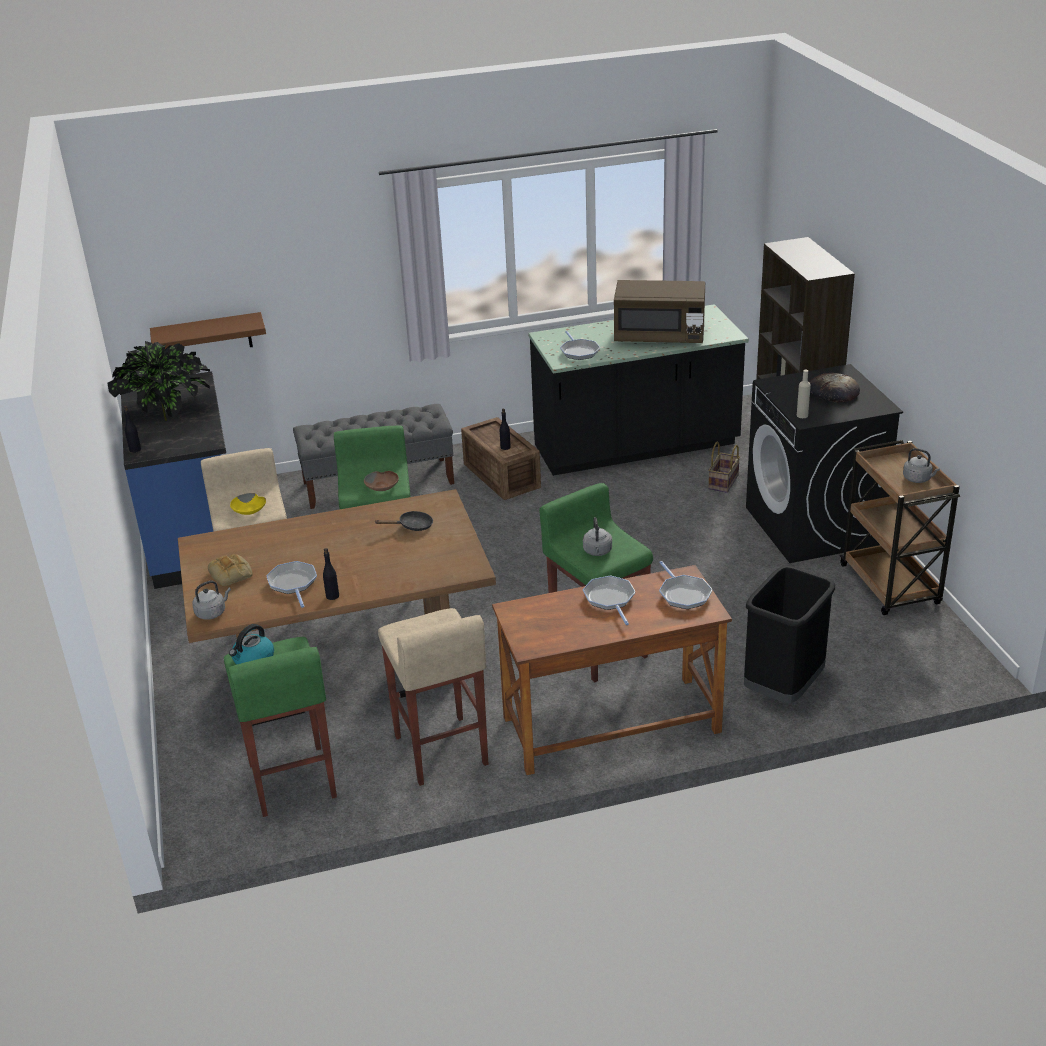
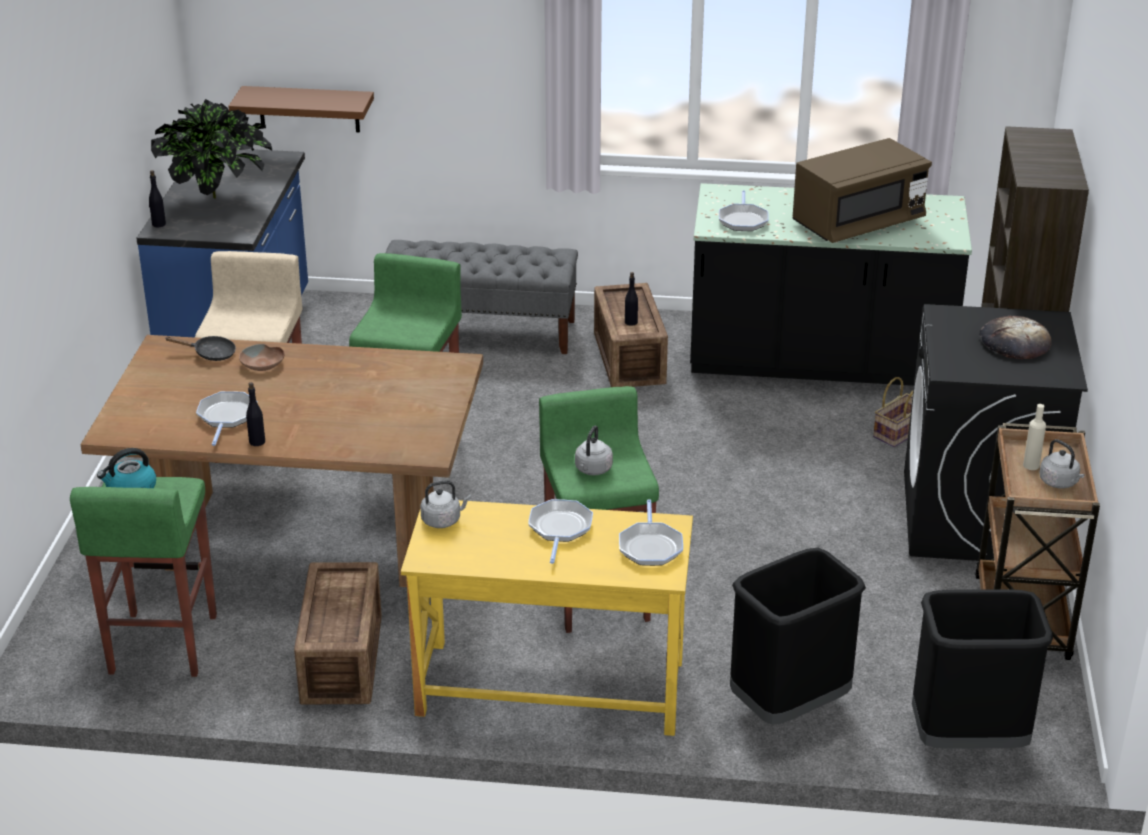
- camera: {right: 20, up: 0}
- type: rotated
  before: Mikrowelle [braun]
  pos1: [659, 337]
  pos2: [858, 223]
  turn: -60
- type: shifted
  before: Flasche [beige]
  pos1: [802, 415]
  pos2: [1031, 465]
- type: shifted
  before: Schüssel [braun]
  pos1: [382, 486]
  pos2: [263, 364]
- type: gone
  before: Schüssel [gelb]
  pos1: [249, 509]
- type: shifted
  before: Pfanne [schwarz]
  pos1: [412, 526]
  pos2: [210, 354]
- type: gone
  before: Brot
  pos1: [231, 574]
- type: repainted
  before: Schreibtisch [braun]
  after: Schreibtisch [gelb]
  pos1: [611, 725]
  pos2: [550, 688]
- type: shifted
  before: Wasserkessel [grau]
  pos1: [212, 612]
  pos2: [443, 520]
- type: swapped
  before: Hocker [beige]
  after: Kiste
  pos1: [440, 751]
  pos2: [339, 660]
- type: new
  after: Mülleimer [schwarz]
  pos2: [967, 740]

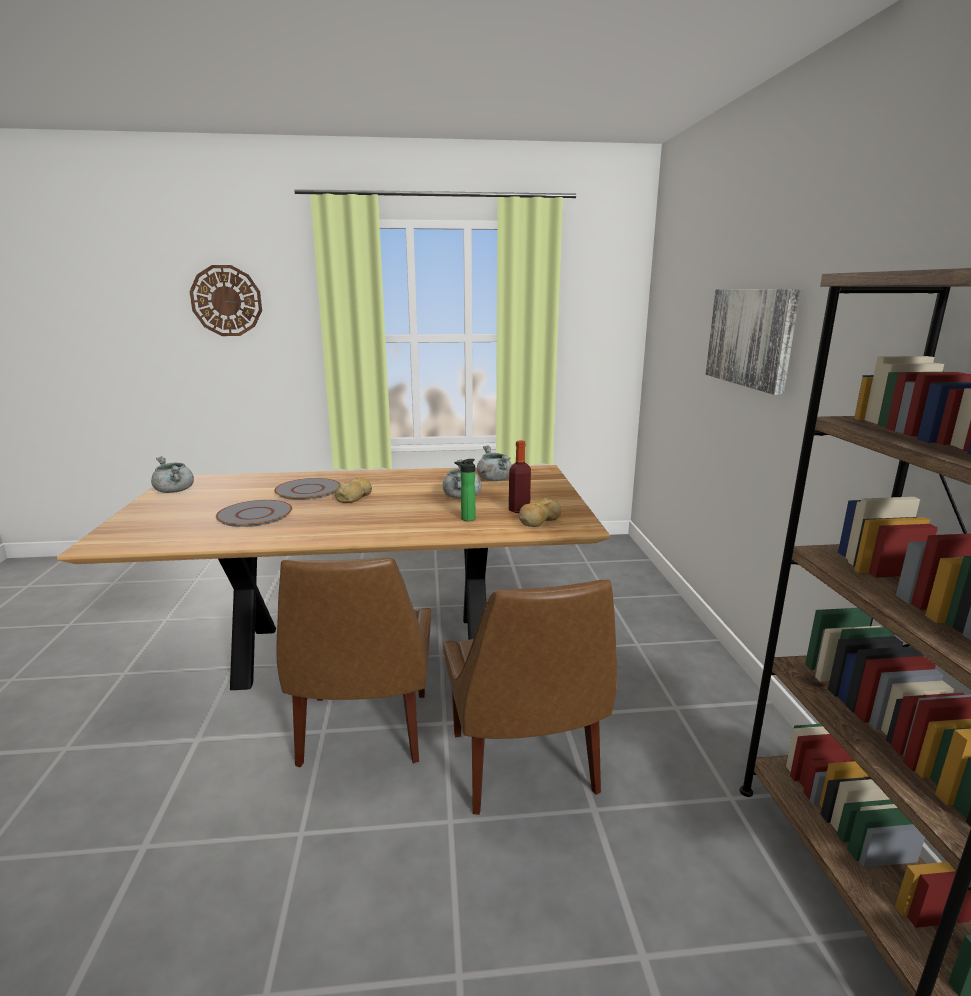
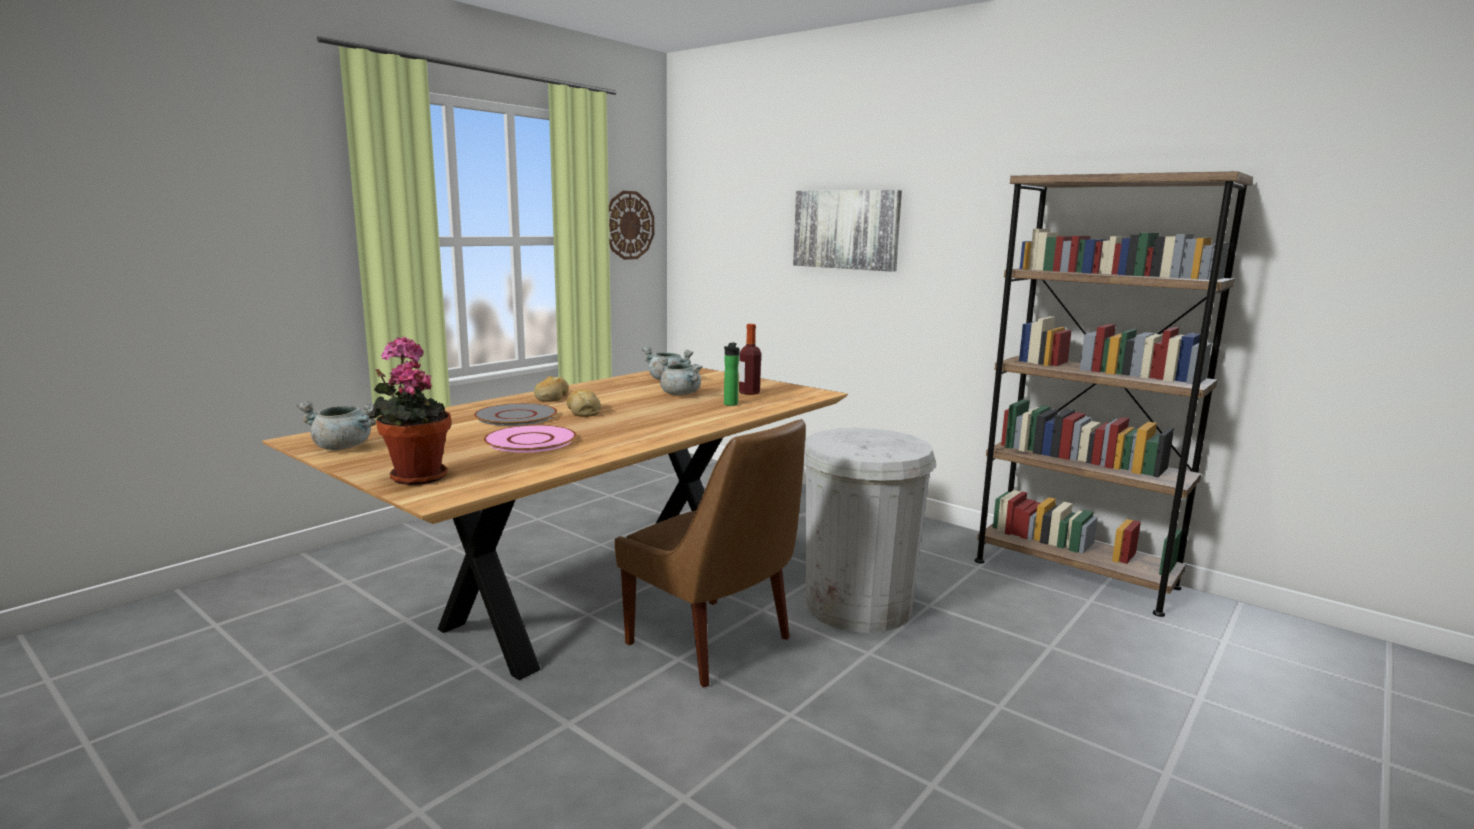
- camera: {right: -45, up: -5}
- type: shifted
  before: Wanduhr
  pos1: [226, 301]
  pos2: [629, 225]
- type: shifted
  before: Brot
  pos1: [538, 520]
  pos2: [551, 397]
- type: repainted
  before: Teller [grau]
  after: Teller [rosa]
  pos1: [254, 515]
  pos2: [530, 441]
- type: swapped
  before: Stuhl [braun]
  after: Mülleimer [weiß]
  pos1: [524, 767]
  pos2: [858, 606]
- type: new
  after: Topfpflanze
  pos2: [415, 476]

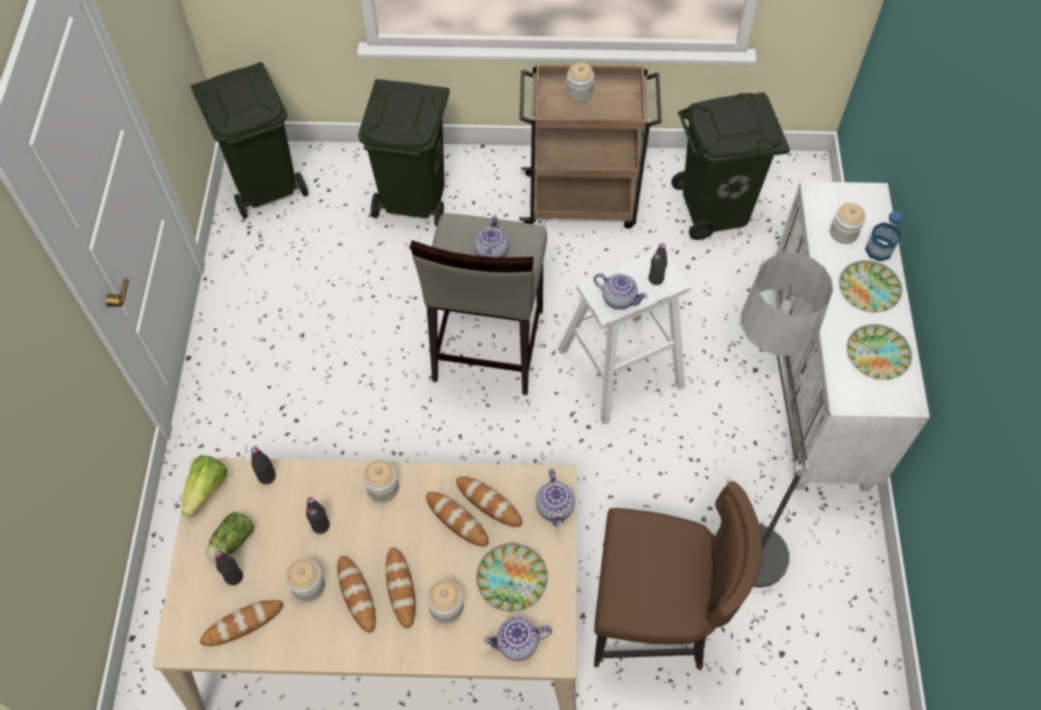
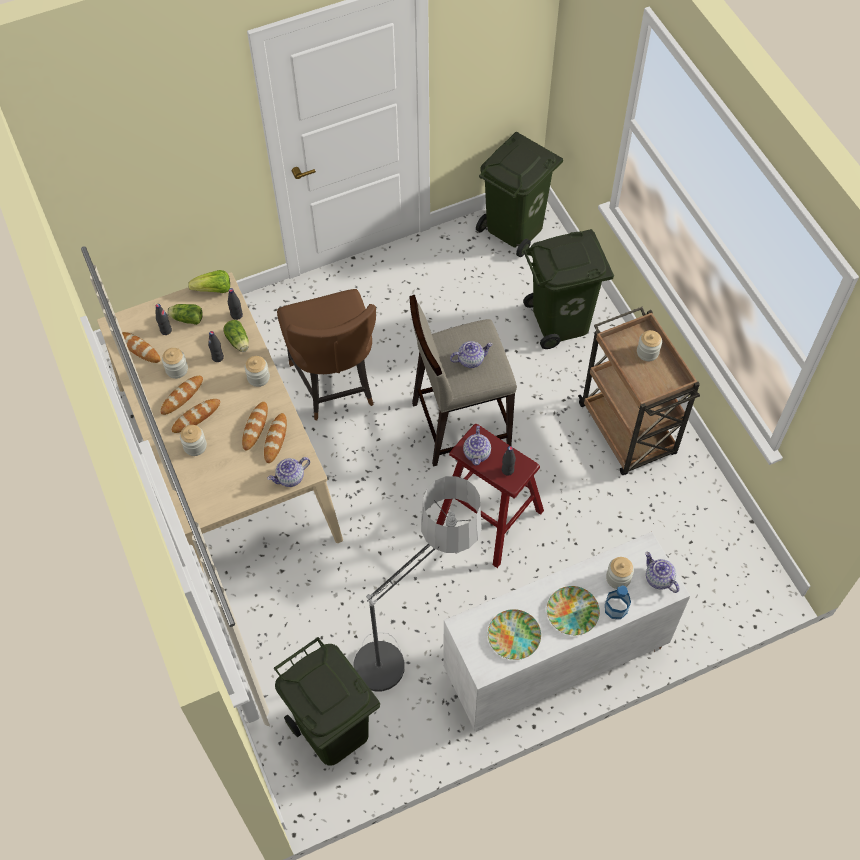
- camera: {right: 65, up: 0}
- type: shifted
  before: Mülleimer [grün]
  pos1: [715, 209]
  pos2: [332, 731]
- type: repainted
  before: Hocker [weiß]
  after: Hocker [rot]
  pos1: [621, 368]
  pos2: [490, 518]
- type: shifted
  before: Stuhl [braun]
  pos1: [654, 620]
  pos2: [334, 384]
- type: gone
  before: Teller
  pos1: [511, 580]
- type: shifted
  before: Teekanne
  pos1: [517, 644]
  pos2: [658, 578]
- type: new
  after: Salatkopf
  pos2: [238, 342]

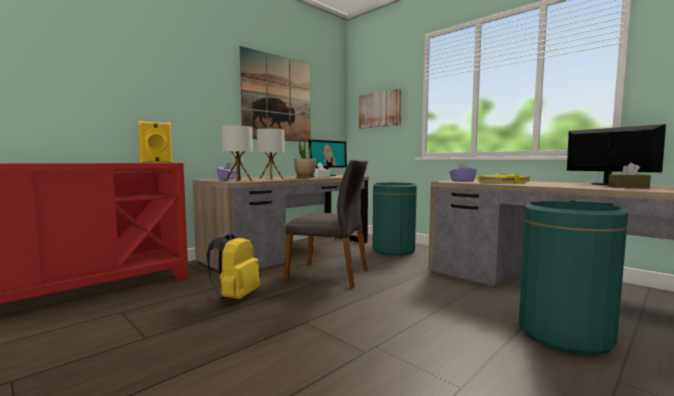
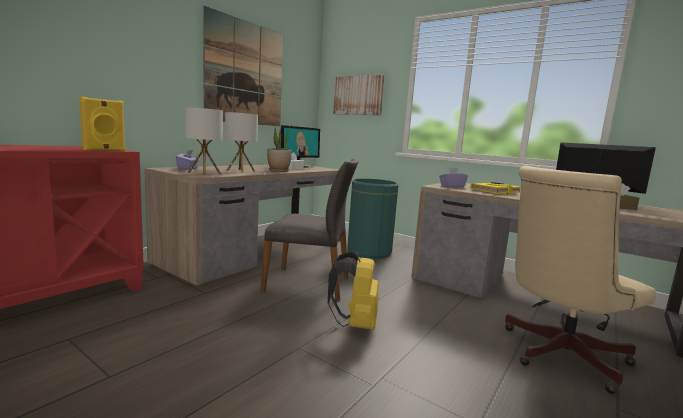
- camera: {right: -10, up: 5}
- type: swapped
  before: Mülleimer [grün]
  after: Bürostuhl [beige]
  pos1: [563, 334]
  pos2: [557, 355]
- type: shifted
  before: Rucksack [gelb]
  pos1: [236, 297]
  pos2: [355, 324]

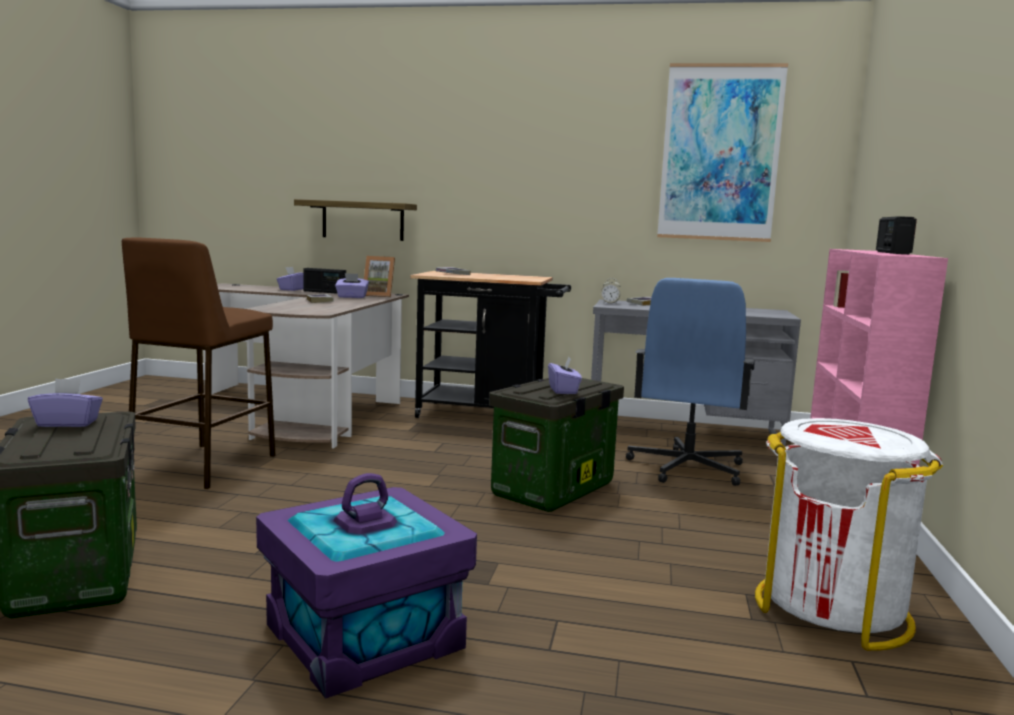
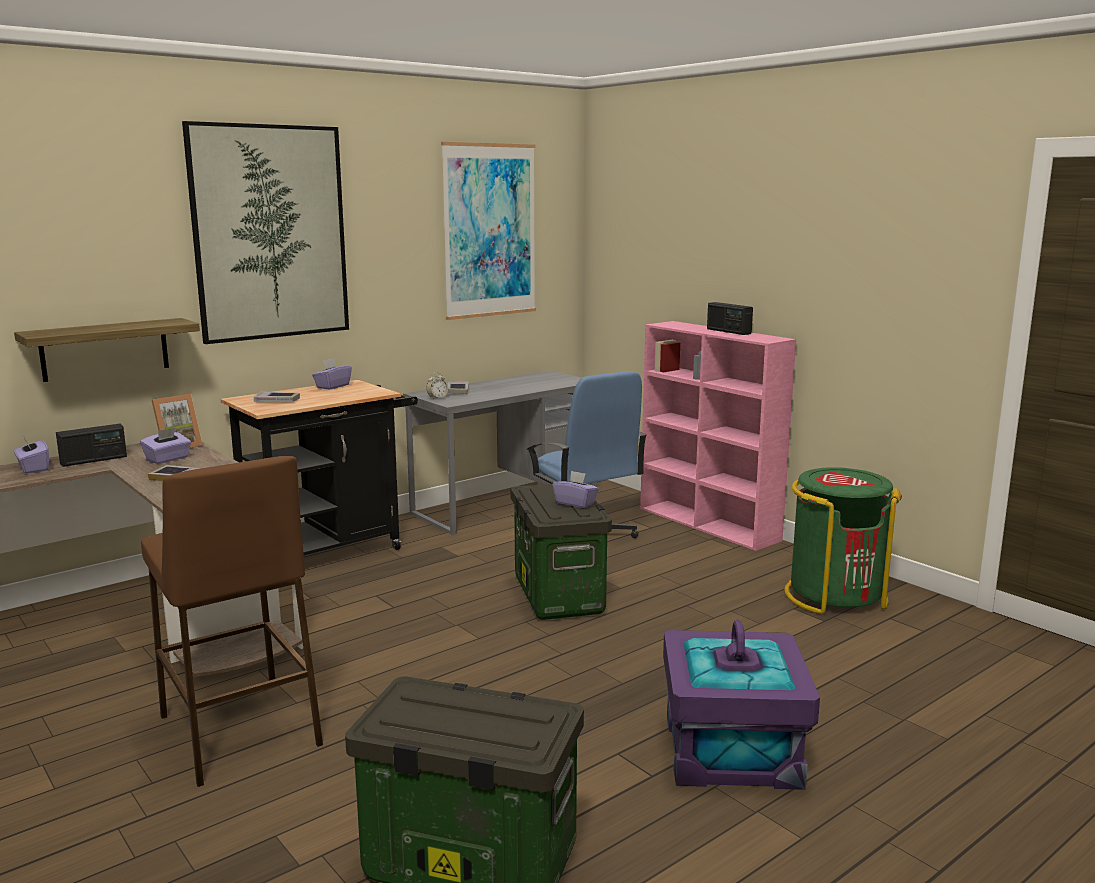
- camera: {right: -50, up: 5}
- type: shifted
  before: Taschentuchbox [lila]
  pos1: [68, 423]
  pos2: [332, 386]
- type: repainted
  before: Mülleimer [weiß]
  after: Mülleimer [grün]
  pos1: [832, 610]
  pos2: [834, 596]
- type: new
  after: Bild
  pos2: [270, 233]

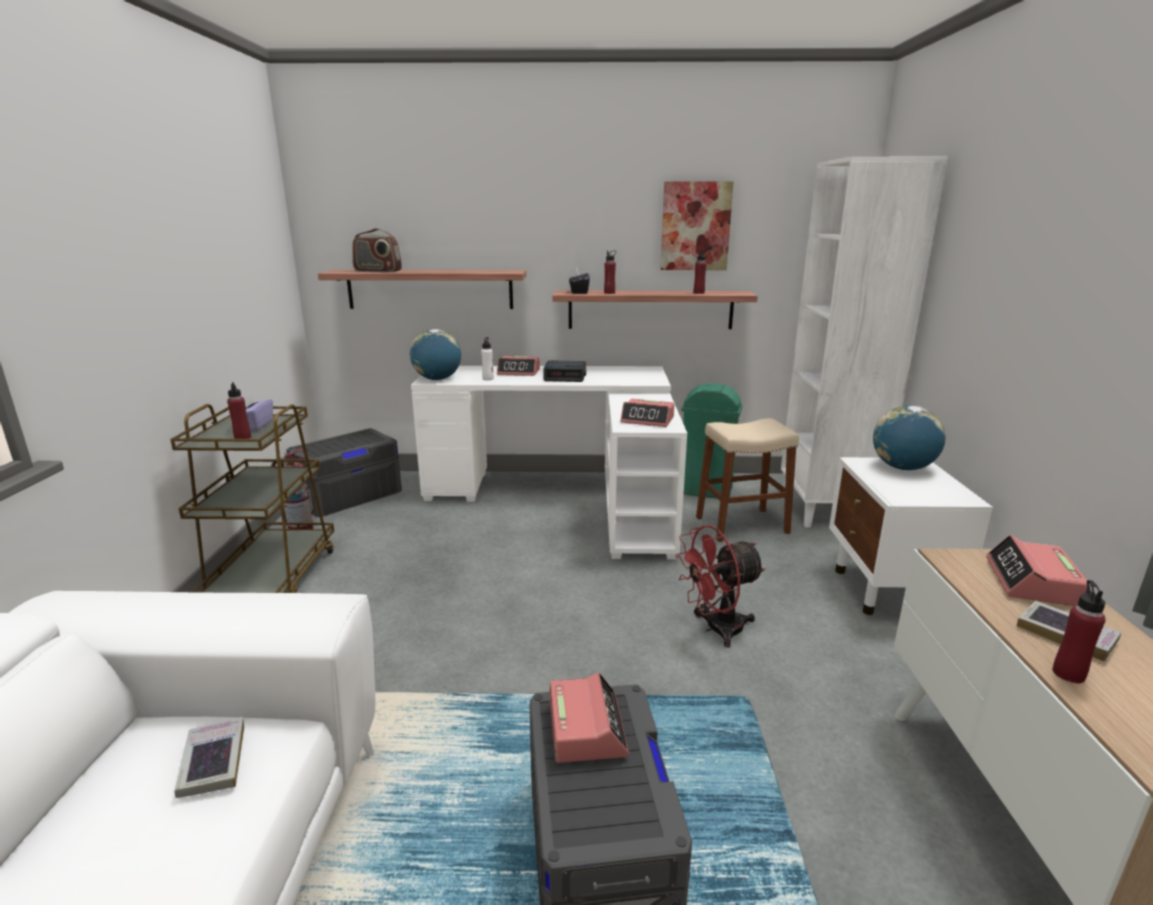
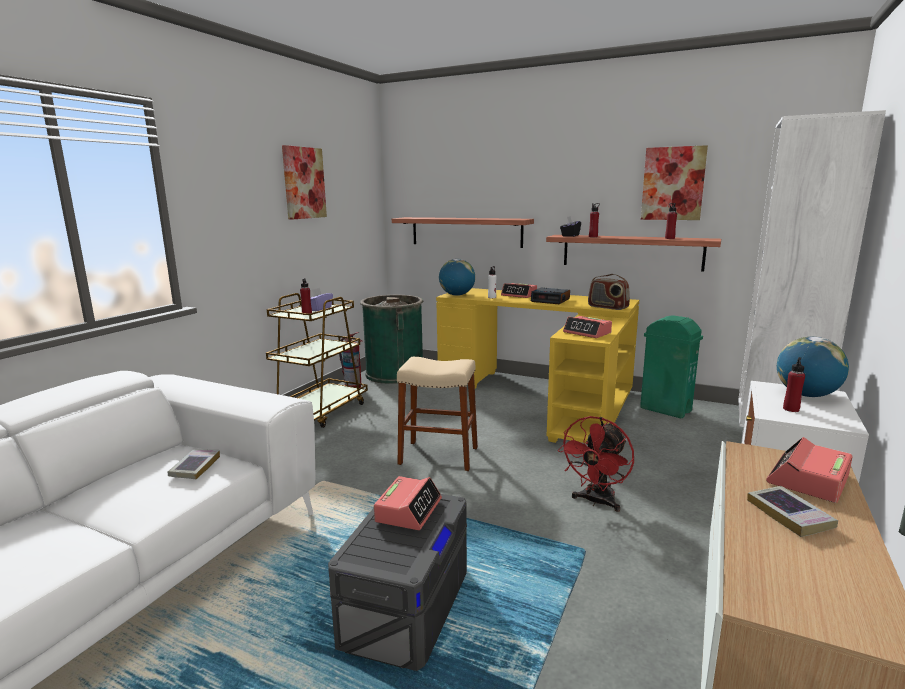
- camera: {right: 25, up: -5}
- type: shifted
  before: Radio
  pos1: [377, 271]
  pos2: [607, 307]
- type: repainted
  before: Schreibtisch [weiß]
  after: Schreibtisch [gelb]
  pos1: [568, 497]
  pos2: [545, 397]
- type: shifted
  before: Hocker [beige]
  pos1: [741, 525]
  pos2: [438, 455]
- type: swapped
  before: Aufbewahrungsbox [grau]
  after: Mülleimer [grün]
  pos1: [349, 495]
  pos2: [394, 373]
- type: rotated
  before: Ventilator [rot]
  pos1: [715, 629]
  pos2: [596, 502]
  turn: -60
- type: shifted
  before: Flasche [rot]
  pos1: [1068, 674]
  pos2: [791, 409]
- type: new
  after: Bild
  pos2: [304, 183]

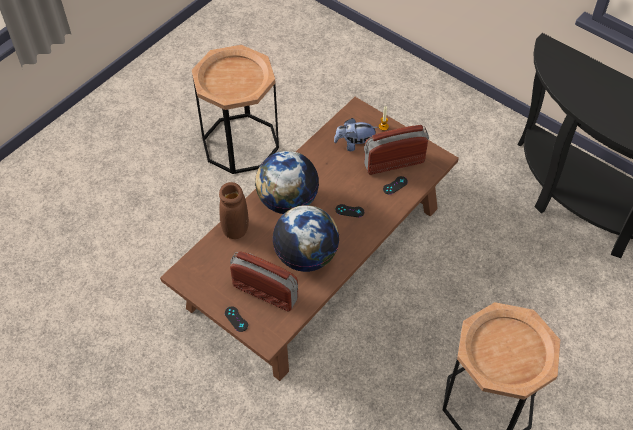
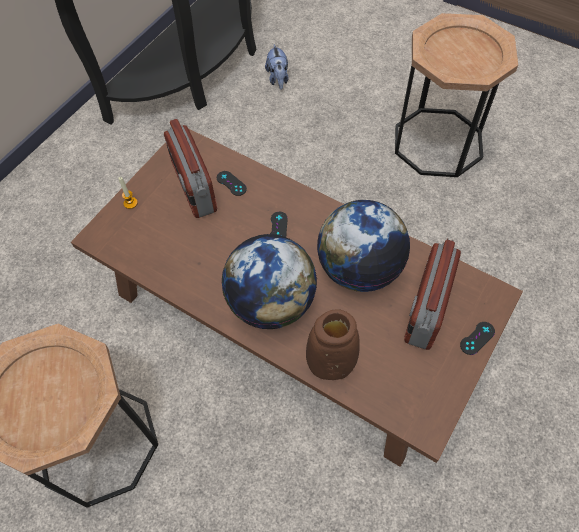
- camera: {right: -95, up: 5}
- type: shifted
  before: Plüschtier
  pos1: [355, 145]
  pos2: [278, 79]

